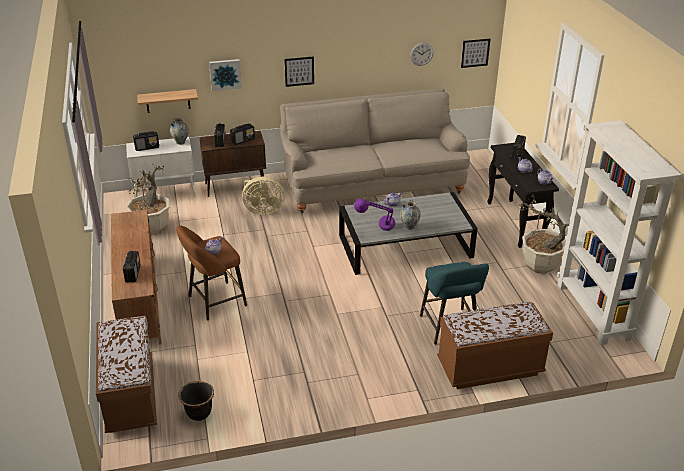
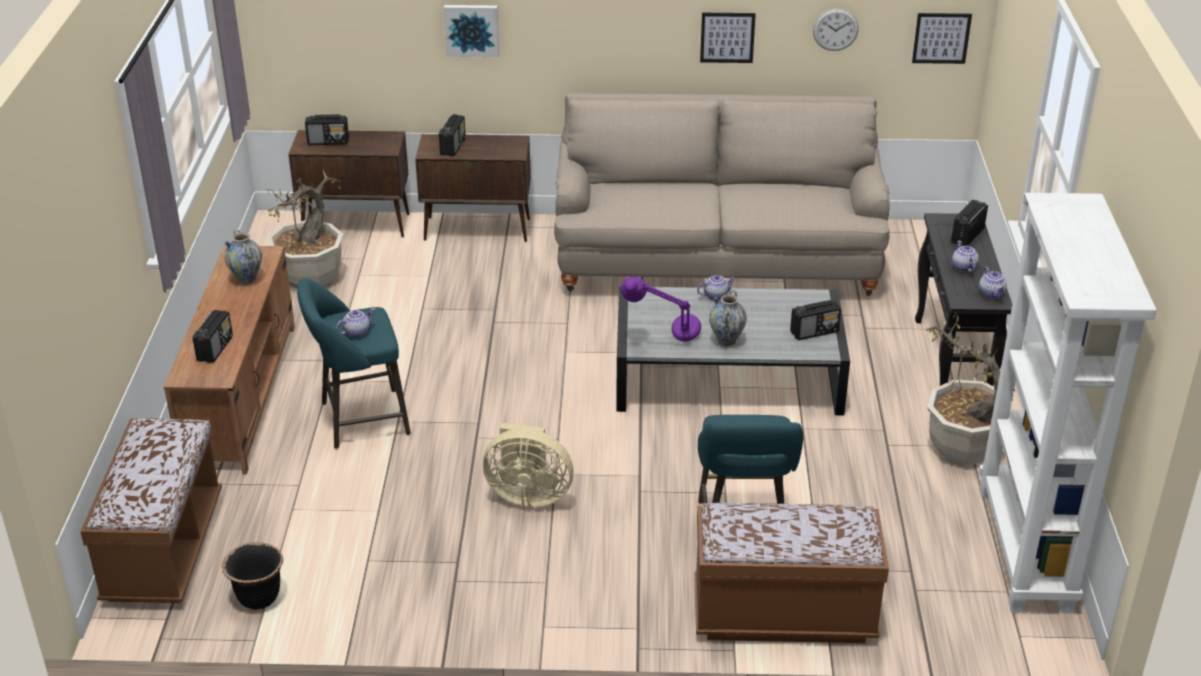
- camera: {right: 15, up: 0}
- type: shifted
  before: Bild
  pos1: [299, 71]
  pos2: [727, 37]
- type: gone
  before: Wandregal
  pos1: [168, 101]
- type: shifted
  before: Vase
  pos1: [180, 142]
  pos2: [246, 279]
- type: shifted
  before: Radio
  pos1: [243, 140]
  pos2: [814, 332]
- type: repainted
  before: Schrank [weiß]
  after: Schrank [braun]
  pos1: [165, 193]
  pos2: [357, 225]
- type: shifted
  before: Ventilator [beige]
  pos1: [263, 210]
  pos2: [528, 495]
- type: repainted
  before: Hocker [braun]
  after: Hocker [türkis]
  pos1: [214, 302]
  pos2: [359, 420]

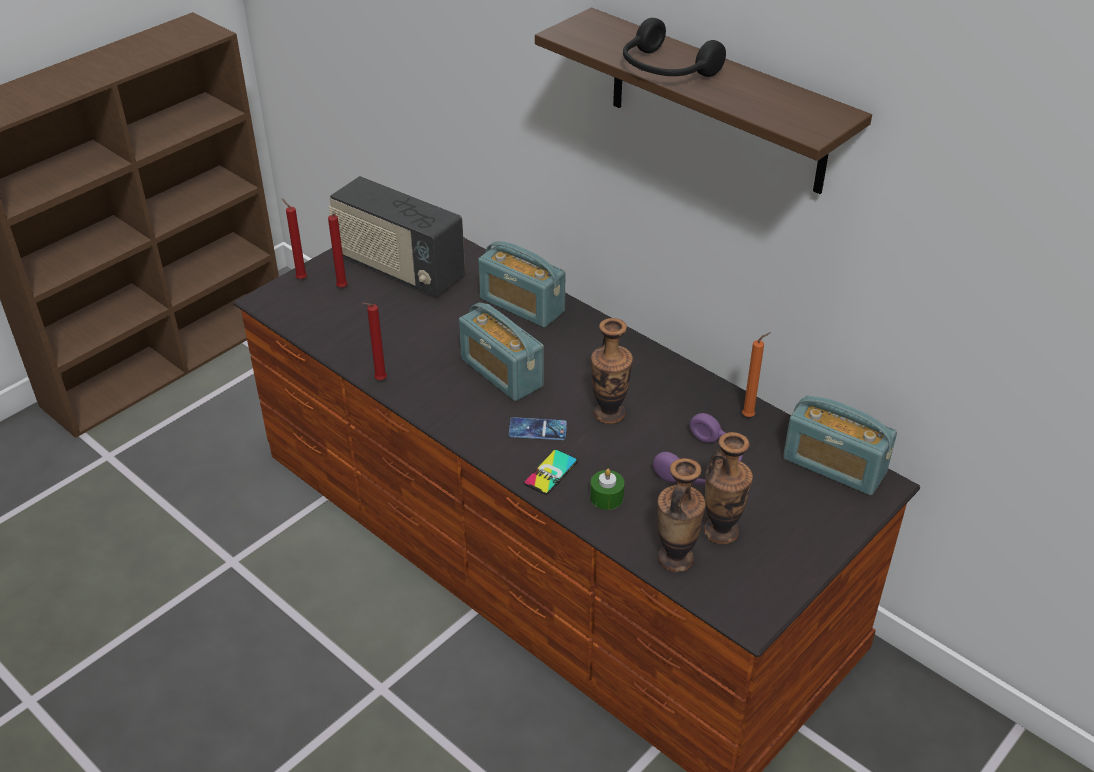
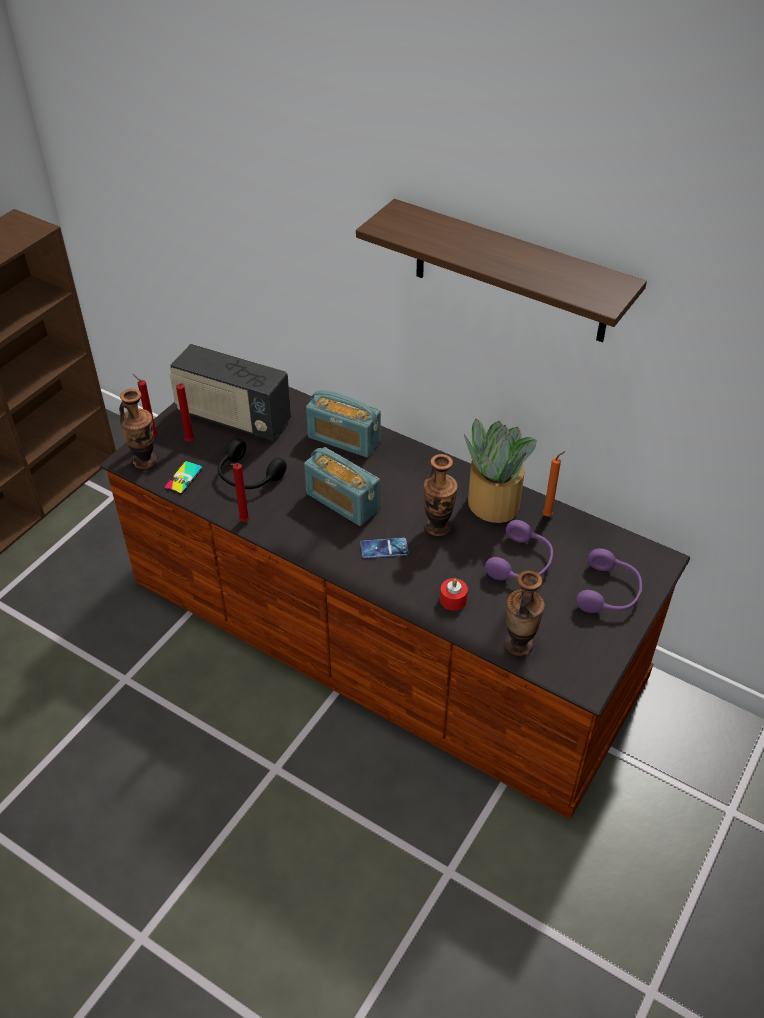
- camera: {right: -10, up: 5}
- type: shifted
  before: Kopfhörer [schwarz]
  pos1: [665, 70]
  pos2: [248, 476]
- type: gone
  before: Radio
  pos1: [834, 466]
- type: shifted
  before: Vase
  pos1: [721, 531]
  pos2: [145, 461]
- type: shifted
  before: Handy
  pos1: [551, 472]
  pos2: [183, 478]
- type: repainted
  before: Kerze [grün]
  after: Kerze [rot]
  pos1: [606, 497]
  pos2: [453, 600]
- type: new
  after: Topfpflanze
  pos2: [493, 503]
- type: new
  after: Kopfhörer [lila]
  pos2: [609, 592]

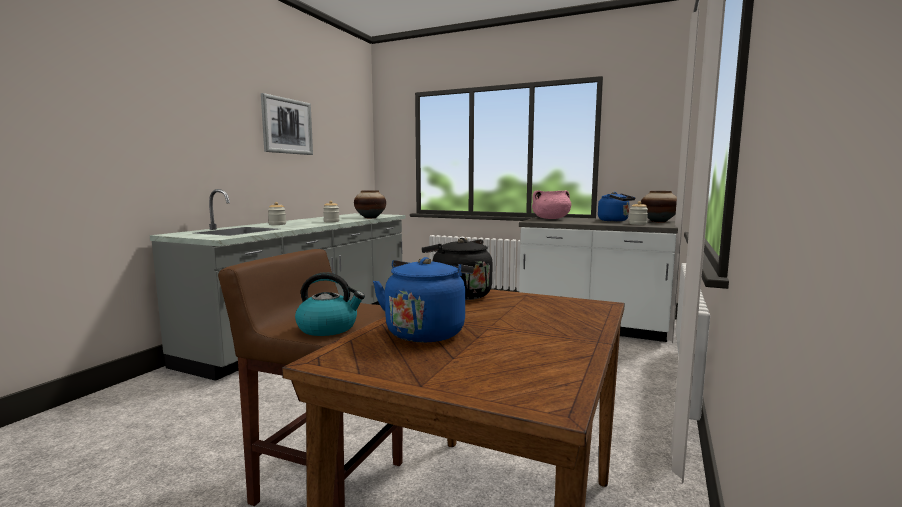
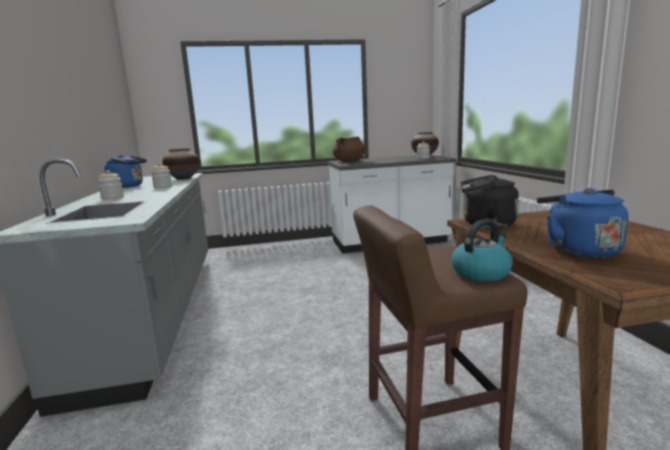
- camera: {right: -35, up: 5}
- type: gone
  before: Bild
  pos1: [287, 126]
- type: repainted
  before: Kochtopf [rosa]
  after: Kochtopf [braun]
  pos1: [550, 218]
  pos2: [349, 161]
- type: shifted
  before: Wasserkessel [blau]
  pos1: [615, 221]
  pos2: [128, 186]

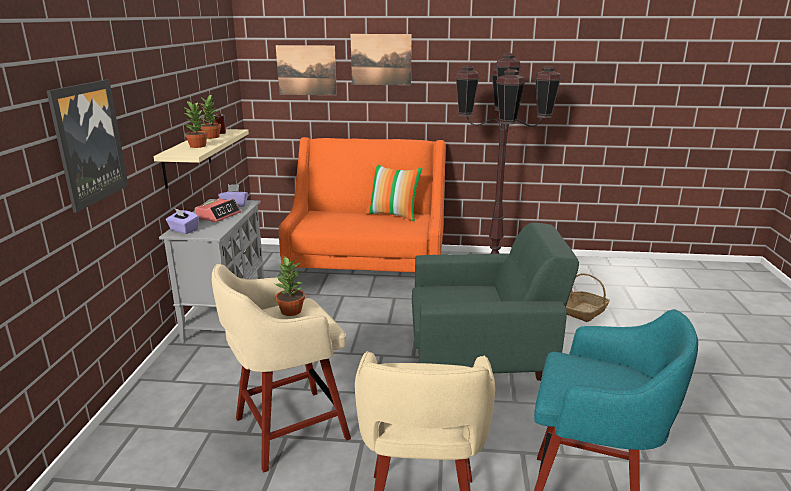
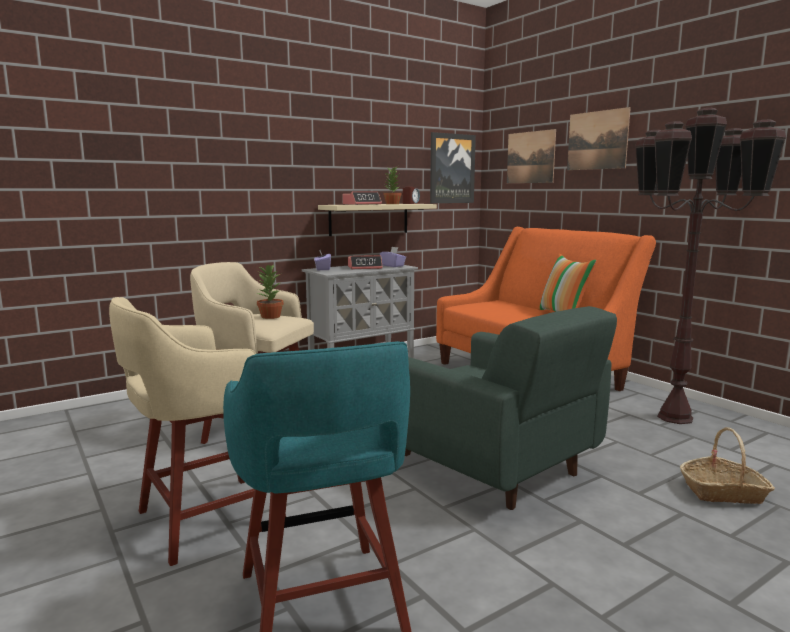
- camera: {right: 50, up: -10}
- type: shifted
  before: Bild
  pos1: [88, 143]
  pos2: [451, 168]
- type: swapped
  before: Topfpflanze
  after: Wecker
  pos1: [198, 146]
  pos2: [362, 204]

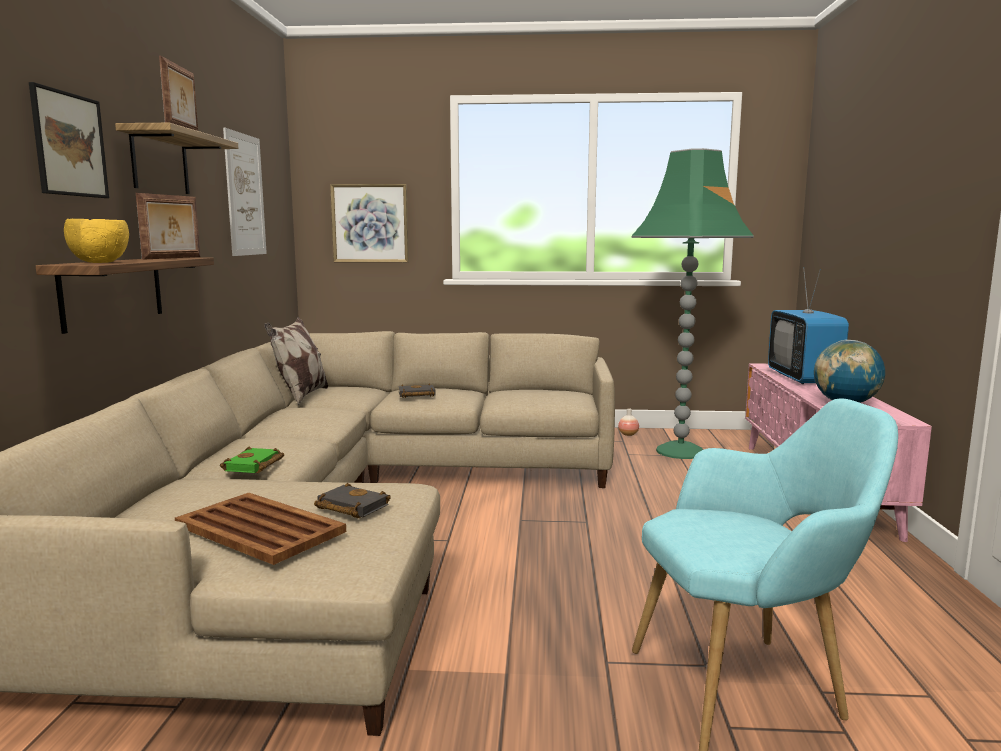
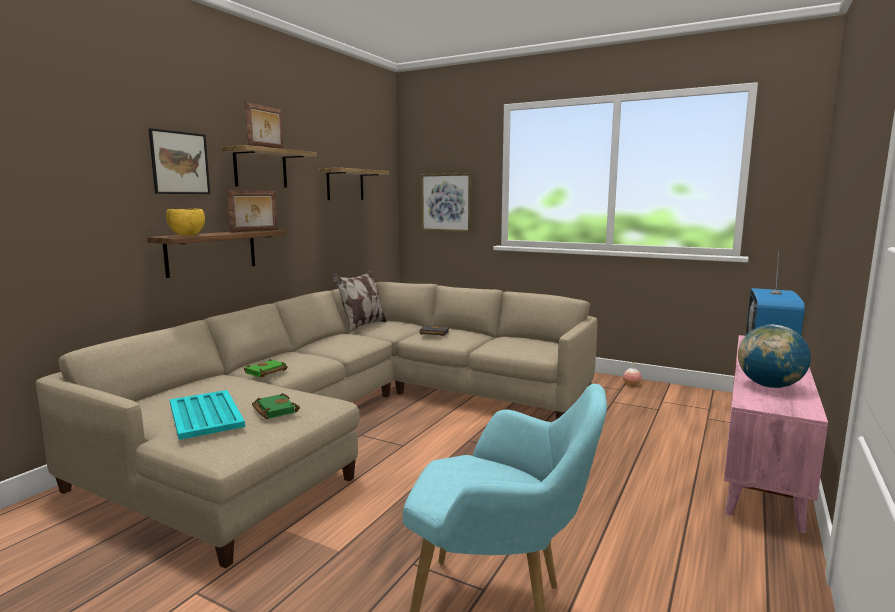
- camera: {right: 25, up: 0}
- type: swapped
  before: Bild
  after: Wandregal
  pos1: [245, 195]
  pos2: [345, 185]
- type: gone
  before: Stehlampe [grün]
  pos1: [681, 451]
- type: repainted
  before: Buch [schwarz]
  after: Buch [grün]
  pos1: [349, 507]
  pos2: [273, 410]
- type: repainted
  before: Tablett [braun]
  after: Tablett [türkis]
  pos1: [259, 528]
  pos2: [206, 414]

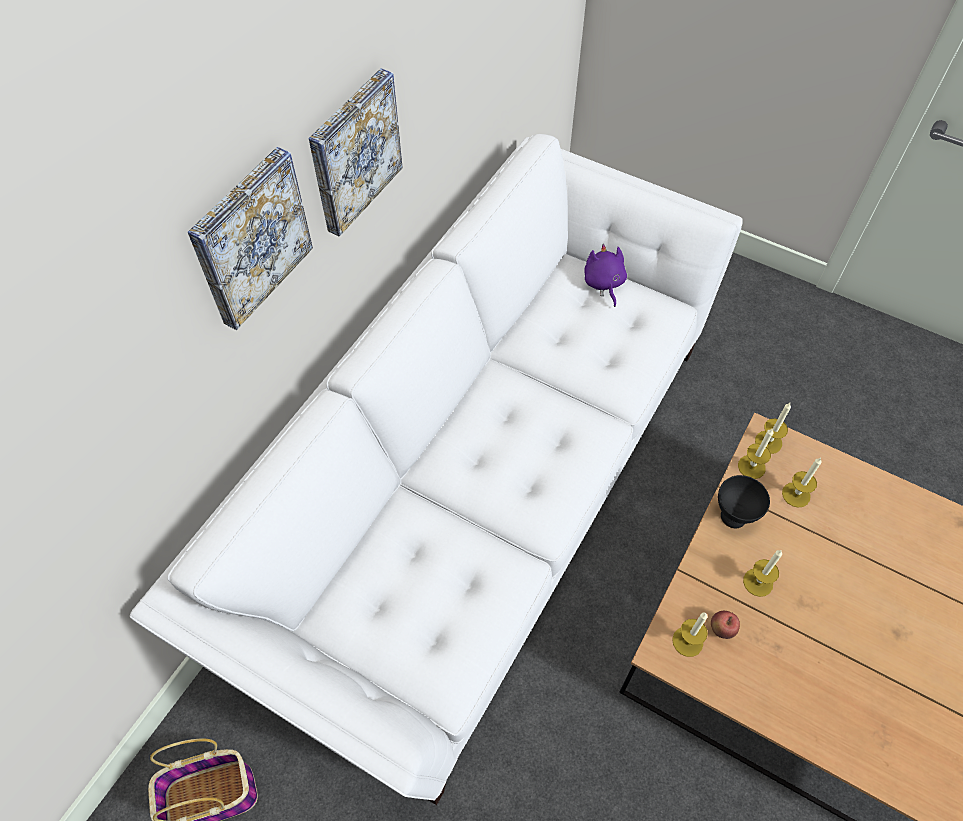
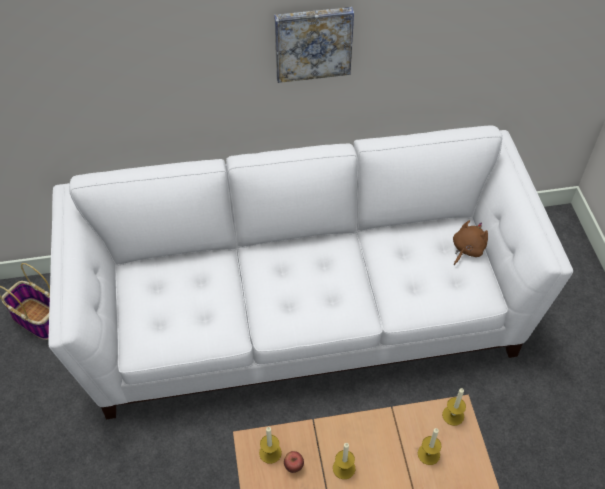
- camera: {right: 50, up: -5}
- type: gone
  before: Bild
  pos1: [249, 237]
- type: repainted
  before: Plüschtier [lila]
  after: Plüschtier [braun]
  pos1: [604, 284]
  pos2: [467, 249]
- type: gone
  before: Kerze
  pos1: [751, 467]
- type: gone
  before: Schüssel [schwarz]
  pos1: [734, 517]

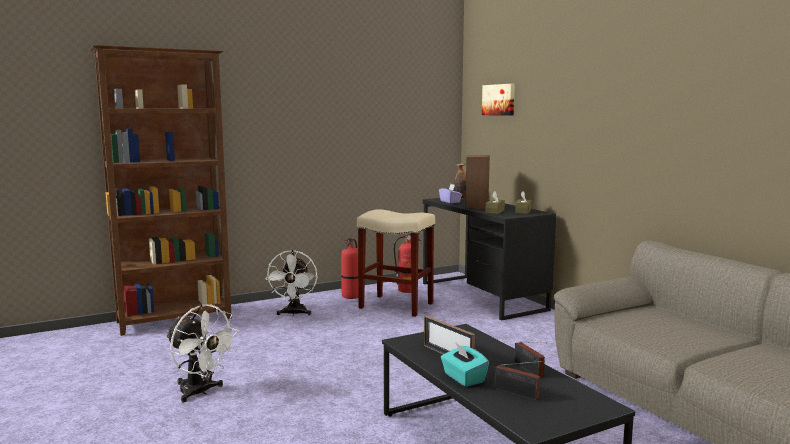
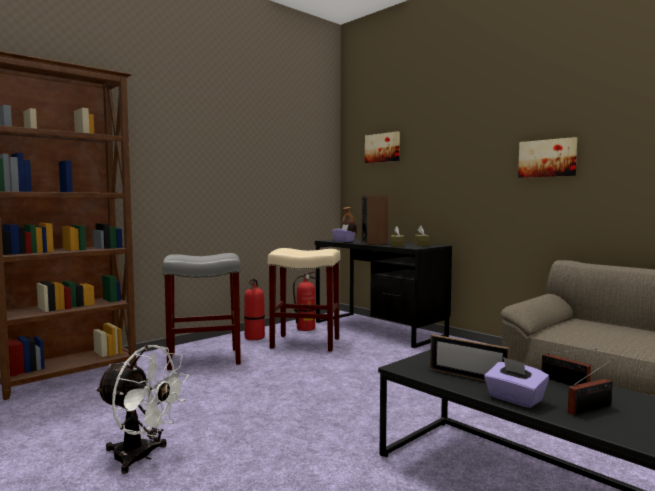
- camera: {right: -15, up: -5}
- type: swapped
  before: Ventilator [weiß]
  after: Hocker [grau]
  pos1: [294, 313]
  pos2: [205, 358]
- type: repainted
  before: Taschentuchbox [türkis]
  after: Taschentuchbox [lila]
  pos1: [463, 378]
  pos2: [514, 399]
- type: rotated
  before: Radio
  pos1: [518, 394]
  pos2: [592, 409]
  turn: -45
- type: new
  after: Bild
  pos2: [547, 158]

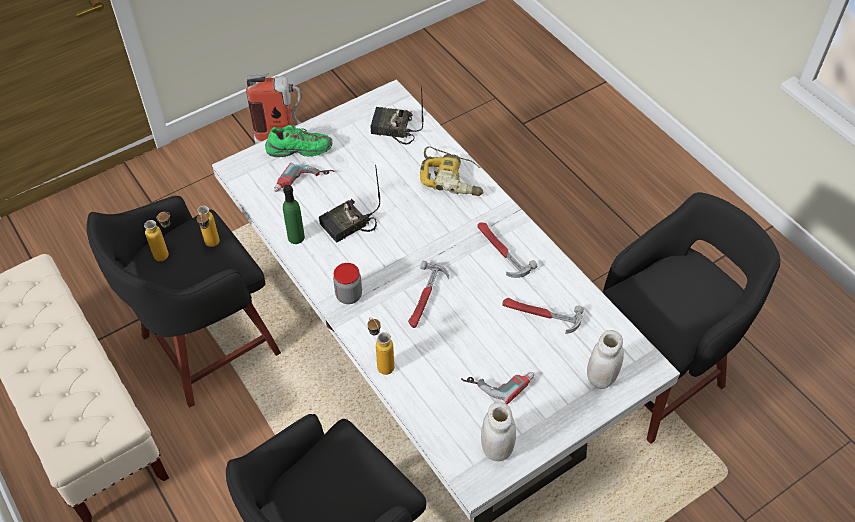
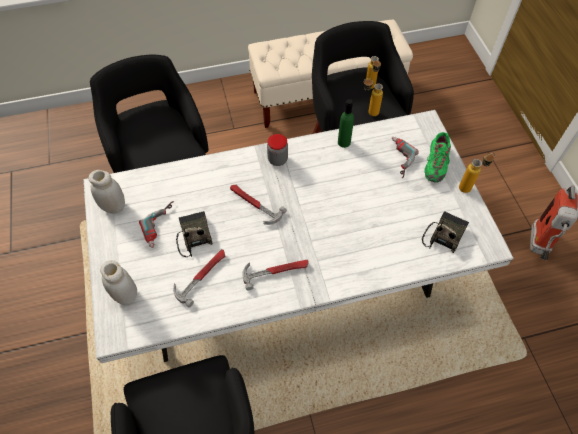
- camera: {right: 110, up: 5}
- type: gone
  before: Bohrmaschine
  pos1: [452, 178]
- type: shifted
  before: Radio
  pos1: [348, 226]
  pos2: [193, 236]
- type: shifted
  before: Flasche
  pos1: [381, 363]
  pos2: [469, 187]

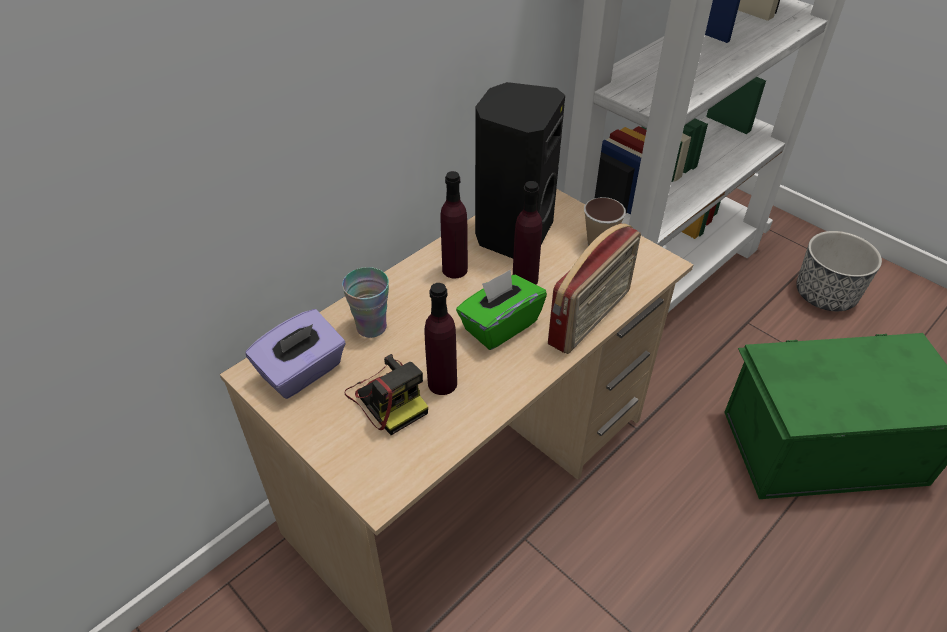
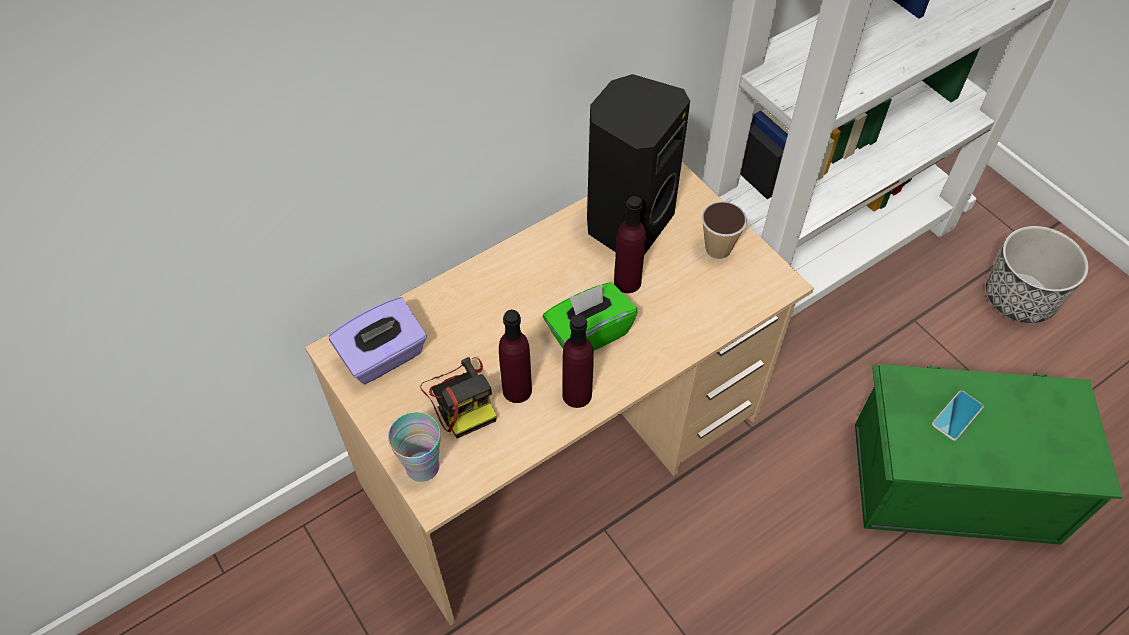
- camera: {right: 10, up: 10}
- type: shifted
  before: Flasche [lila]
  pos1: [455, 269]
  pos2: [577, 395]
- type: gone
  before: Radio
  pos1: [591, 318]
- type: shifted
  before: Tasse
  pos1: [371, 327]
  pos2: [422, 466]
- type: new
  after: Handy
  pos2: [957, 415]

